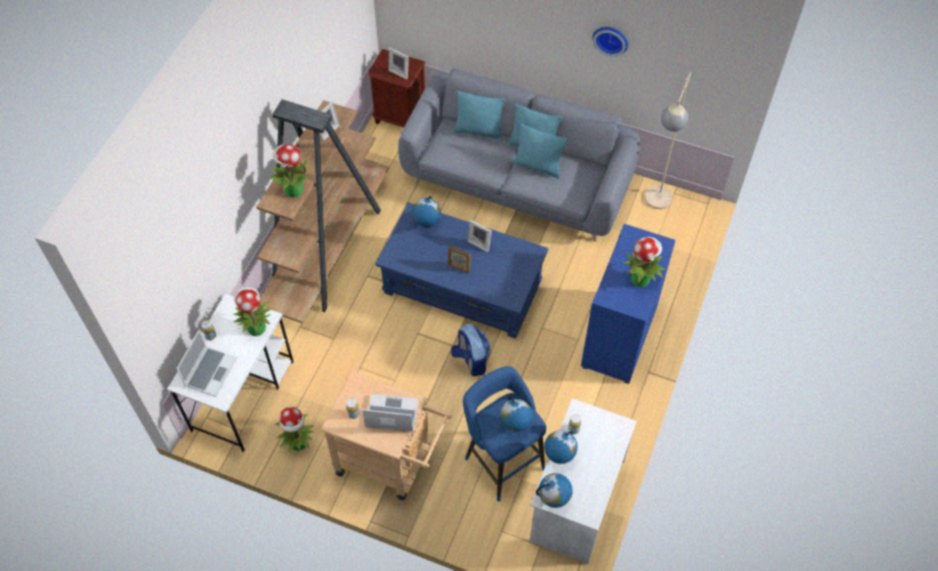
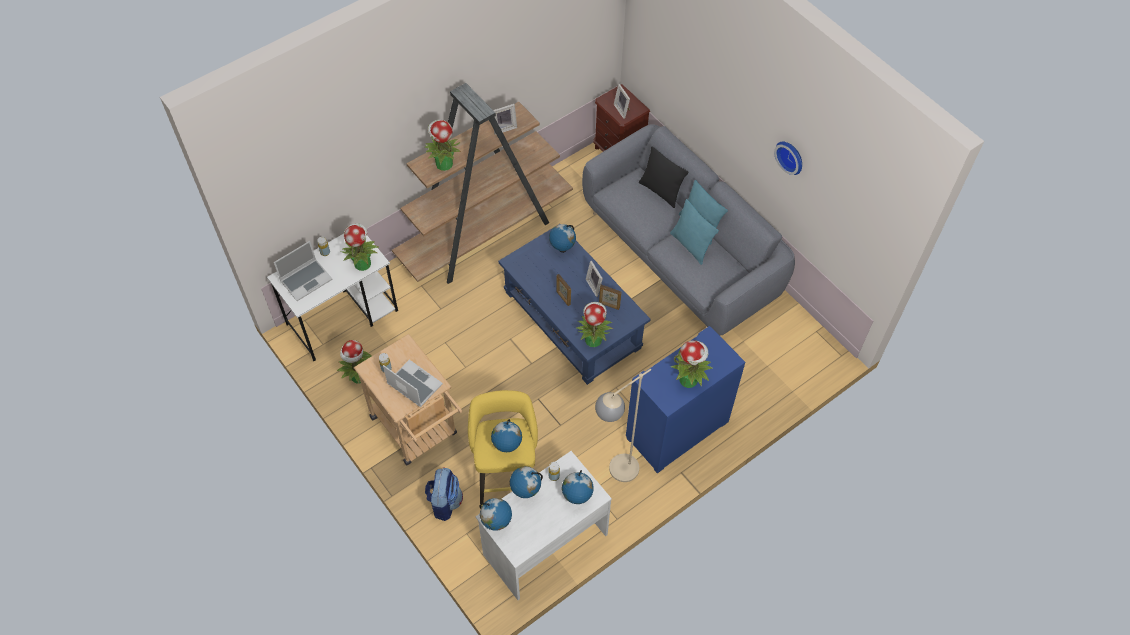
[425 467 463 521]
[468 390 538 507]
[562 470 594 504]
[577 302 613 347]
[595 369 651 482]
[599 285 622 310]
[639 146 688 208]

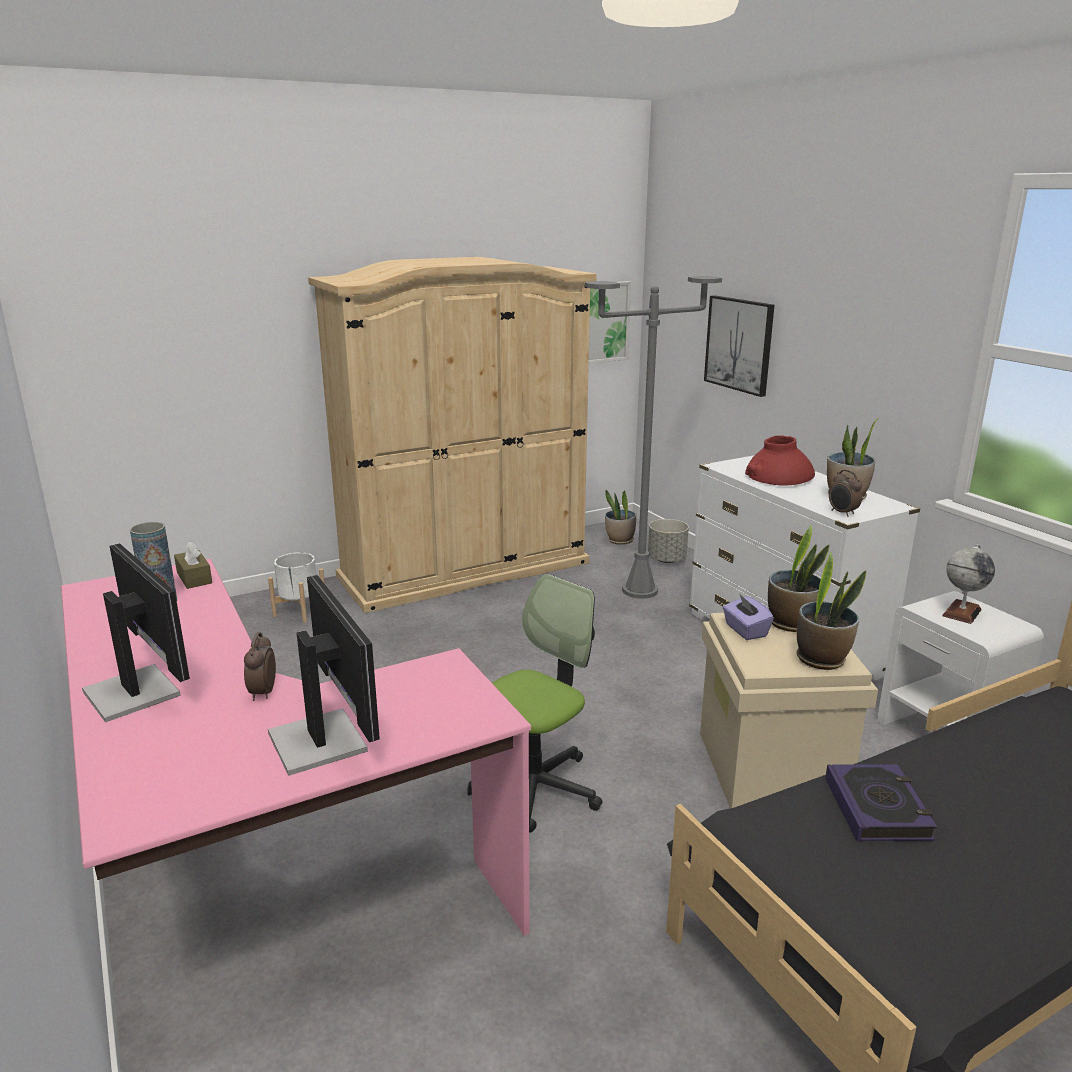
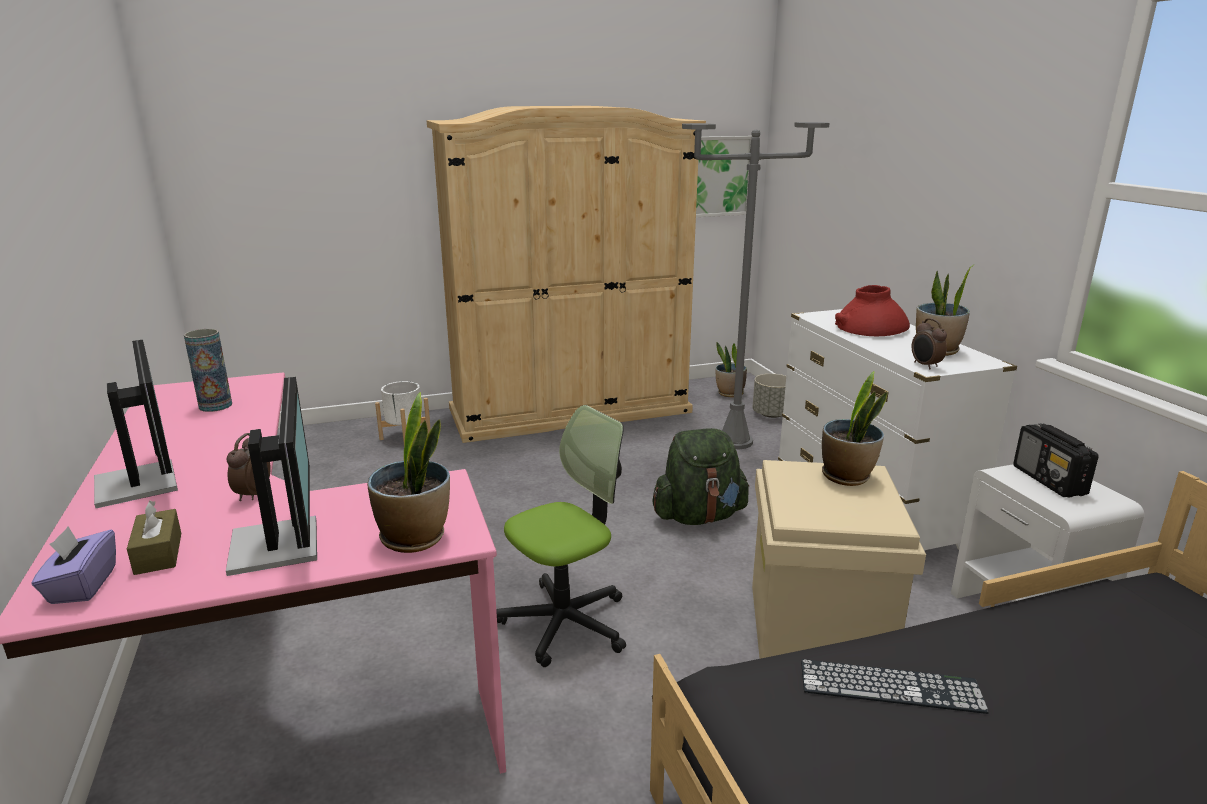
[32 527 116 604]
[127 501 181 575]
[367 392 450 553]
[652 428 749 525]
[801 659 989 714]
[1013 424 1099 498]
[704 295 774 397] (first image)

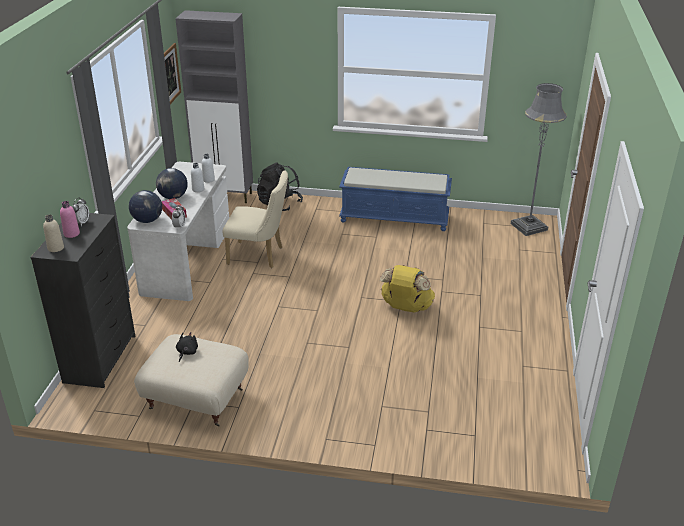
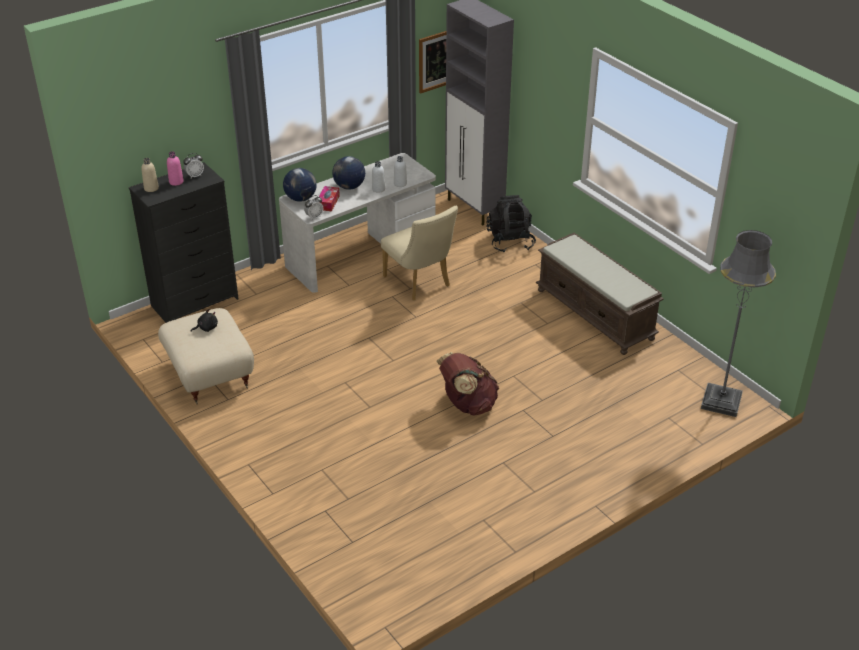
[437 352 499 415]
[536 233 664 355]

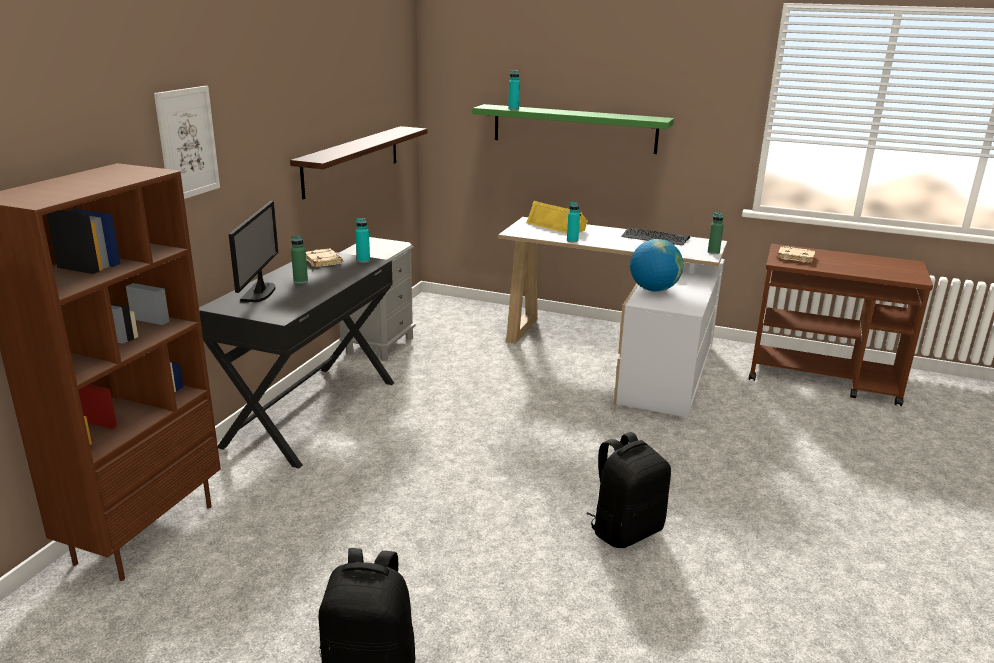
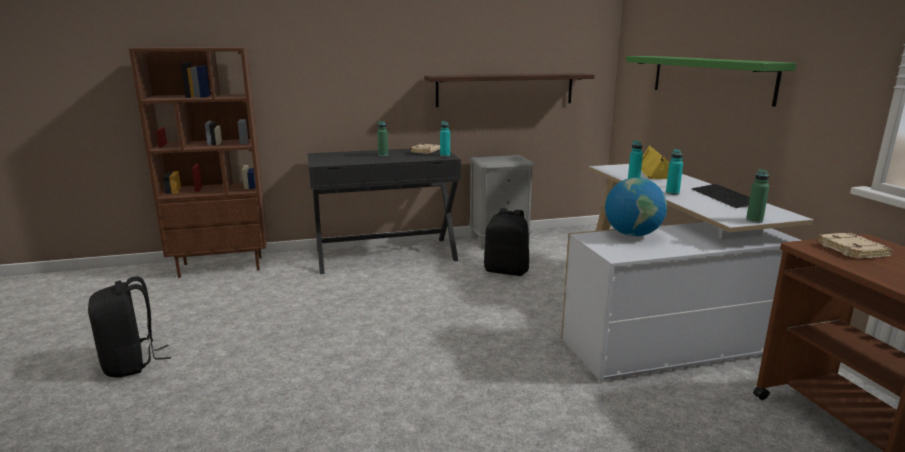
[484 208 529 276]
[666 149 683 195]
[154 86 220 199] (first image)
[229 201 278 302] (first image)

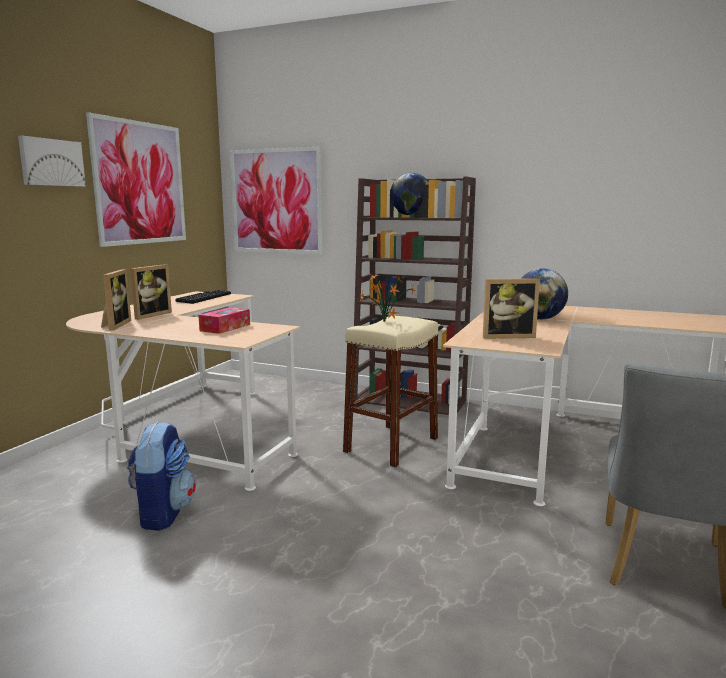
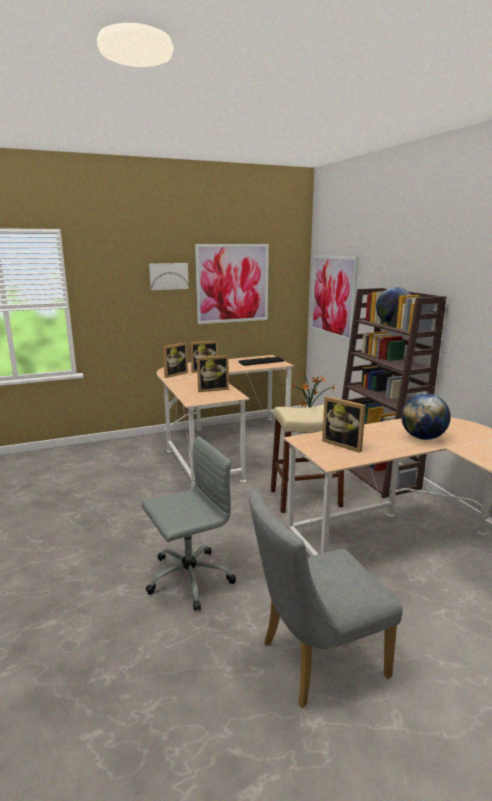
[142 436 236 611]
[197 355 229 392]
[127 421 196 531] (first image)

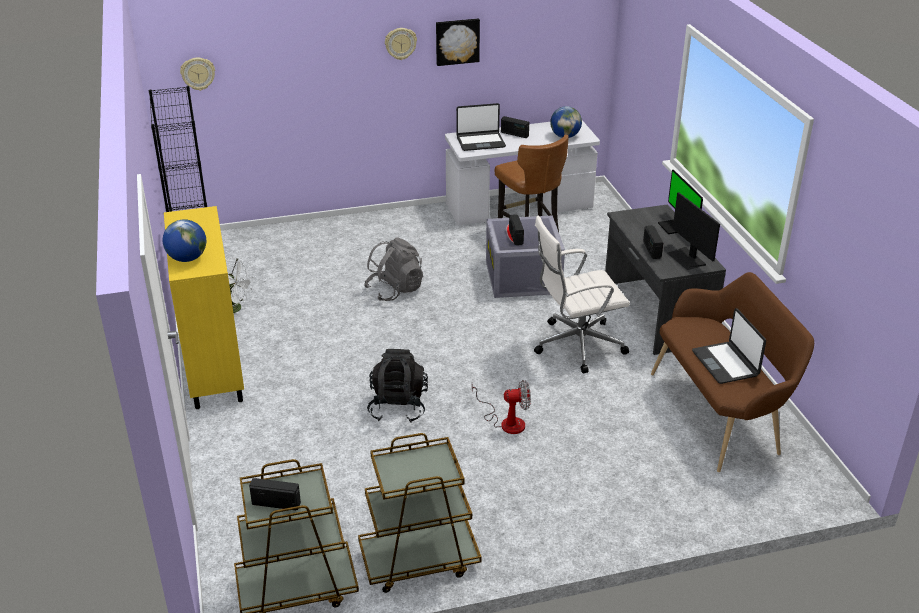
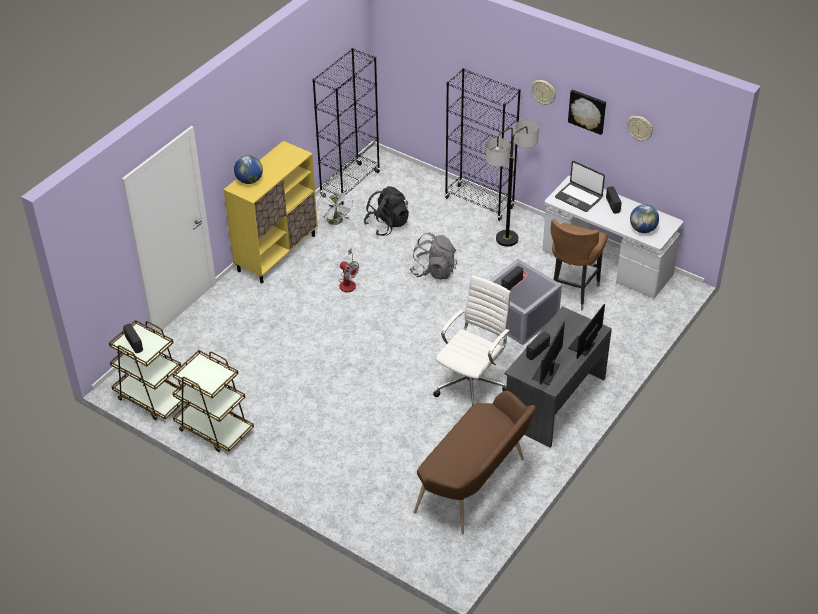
[339 249 359 292]
[364 186 409 236]
[433 275 511 406]
[445 68 521 221]
[485 119 539 247]
[627 116 653 141]
[692 308 766 384] (first image)

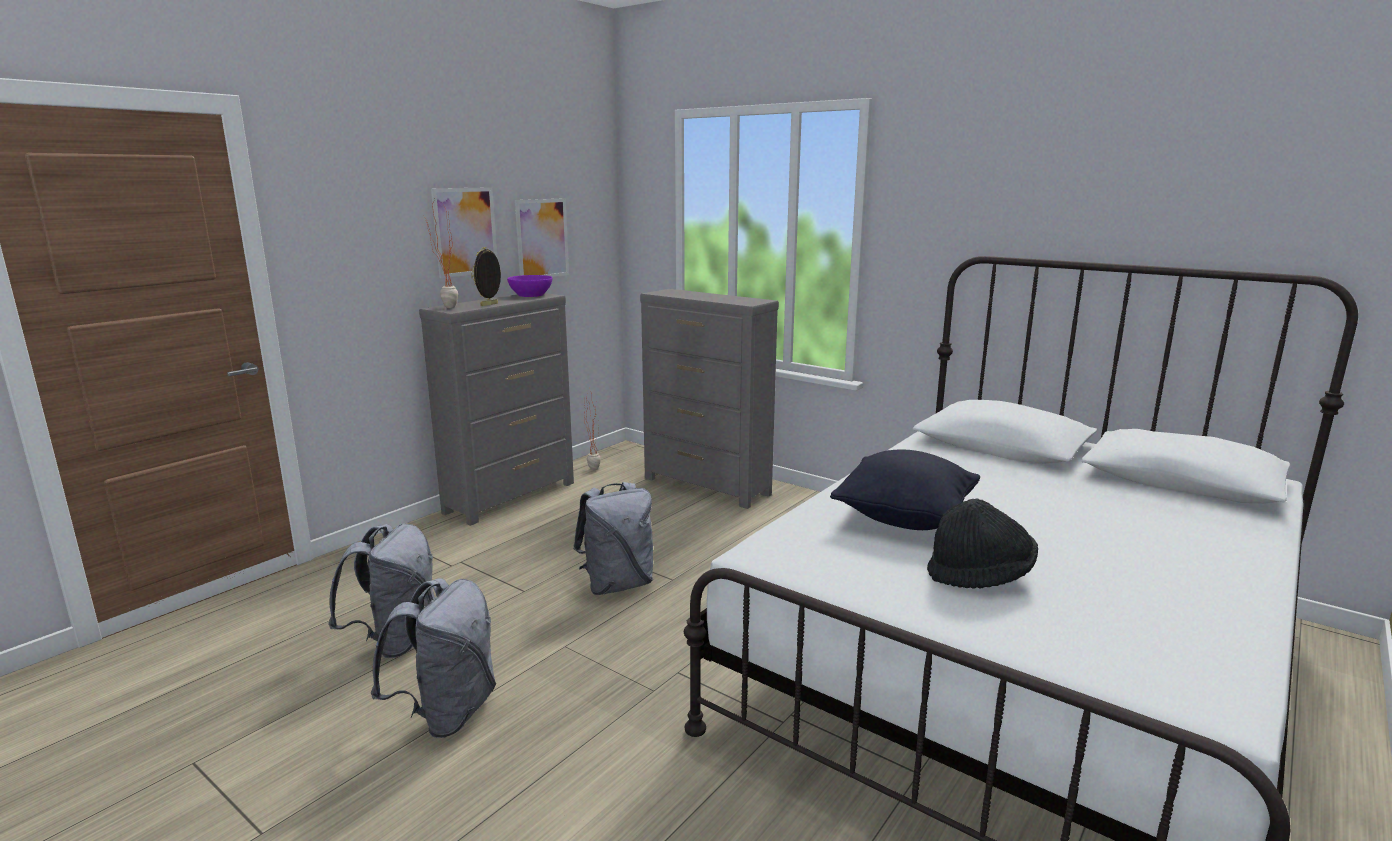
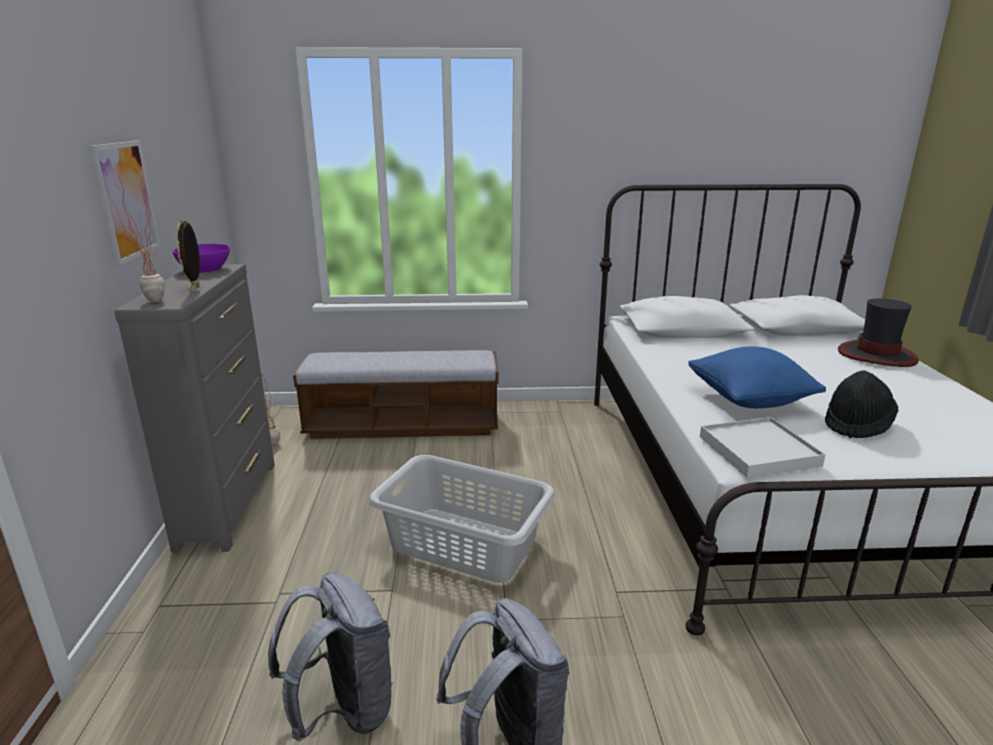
[293 350 498 439]
[369 455 555 583]
[688 346 826 408]
[700 417 826 478]
[838 298 919 367]
[515 198 569 277] (first image)

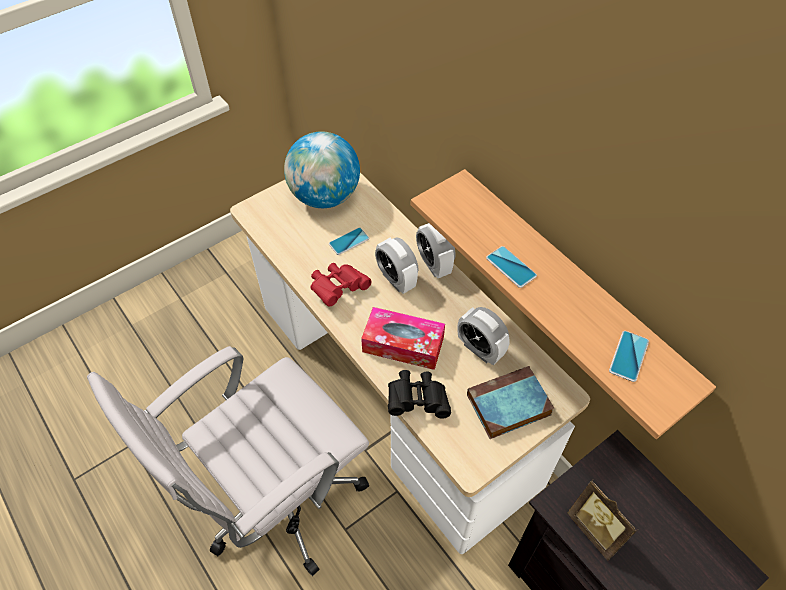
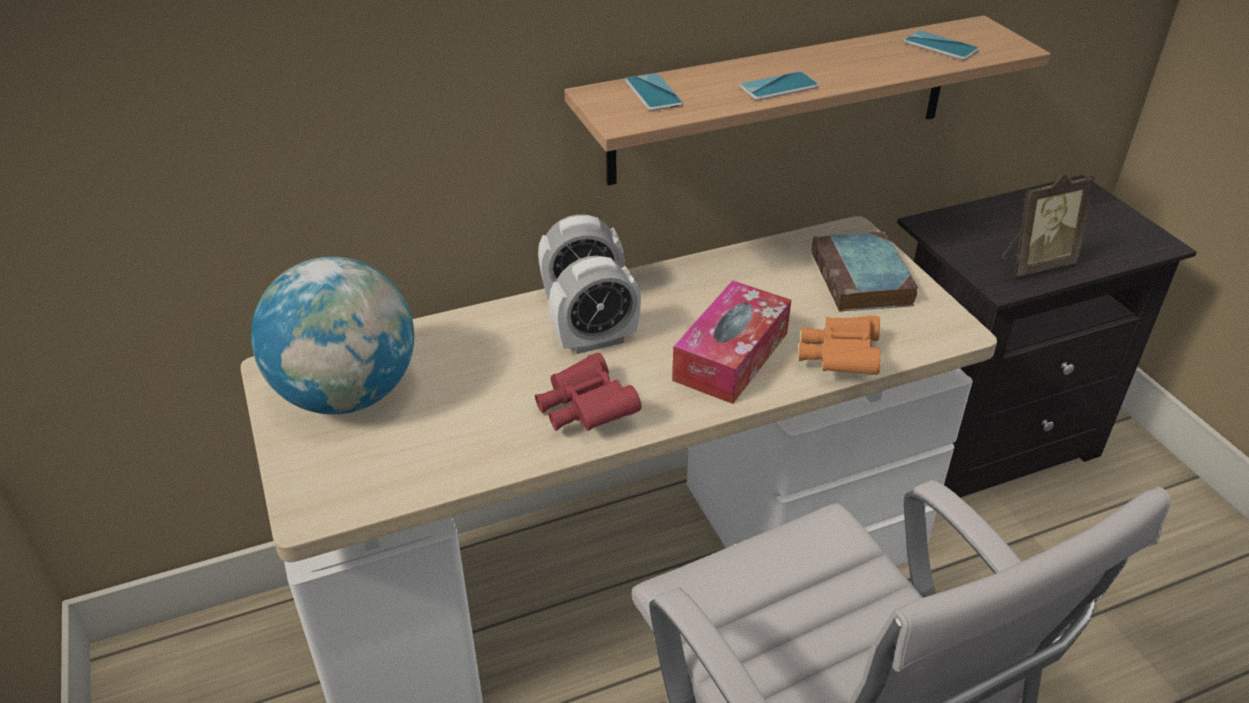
[625 73 683 111]
[799 315 880 375]
[458 307 510 365] (first image)

